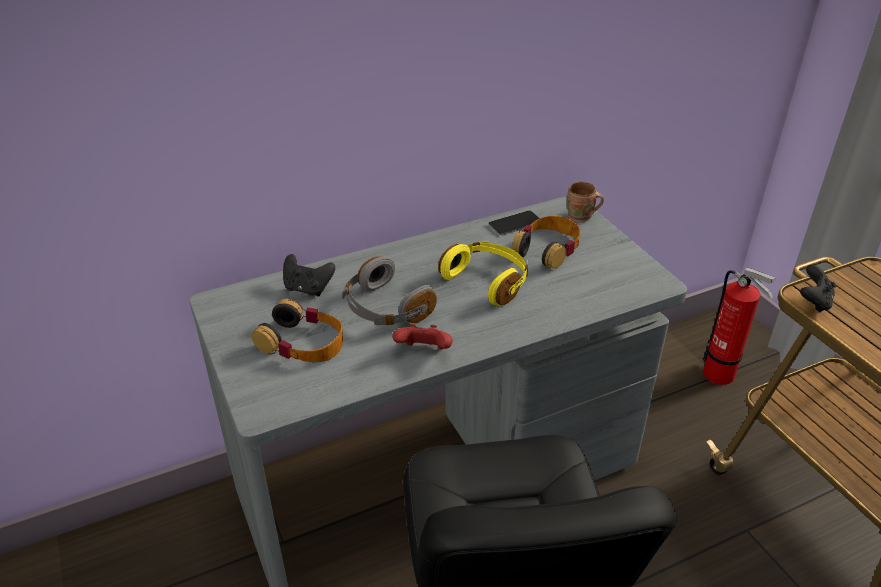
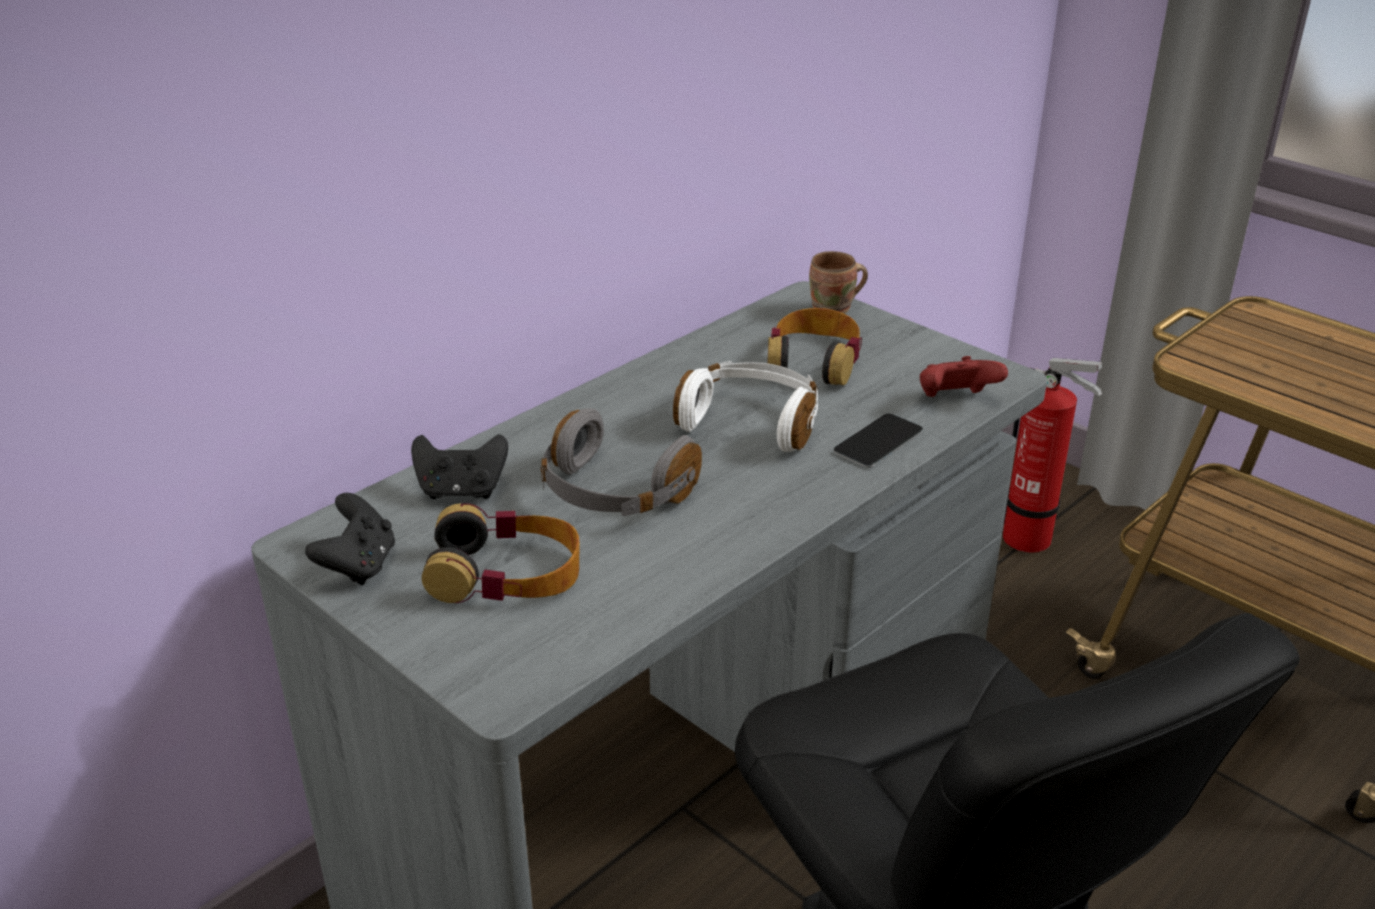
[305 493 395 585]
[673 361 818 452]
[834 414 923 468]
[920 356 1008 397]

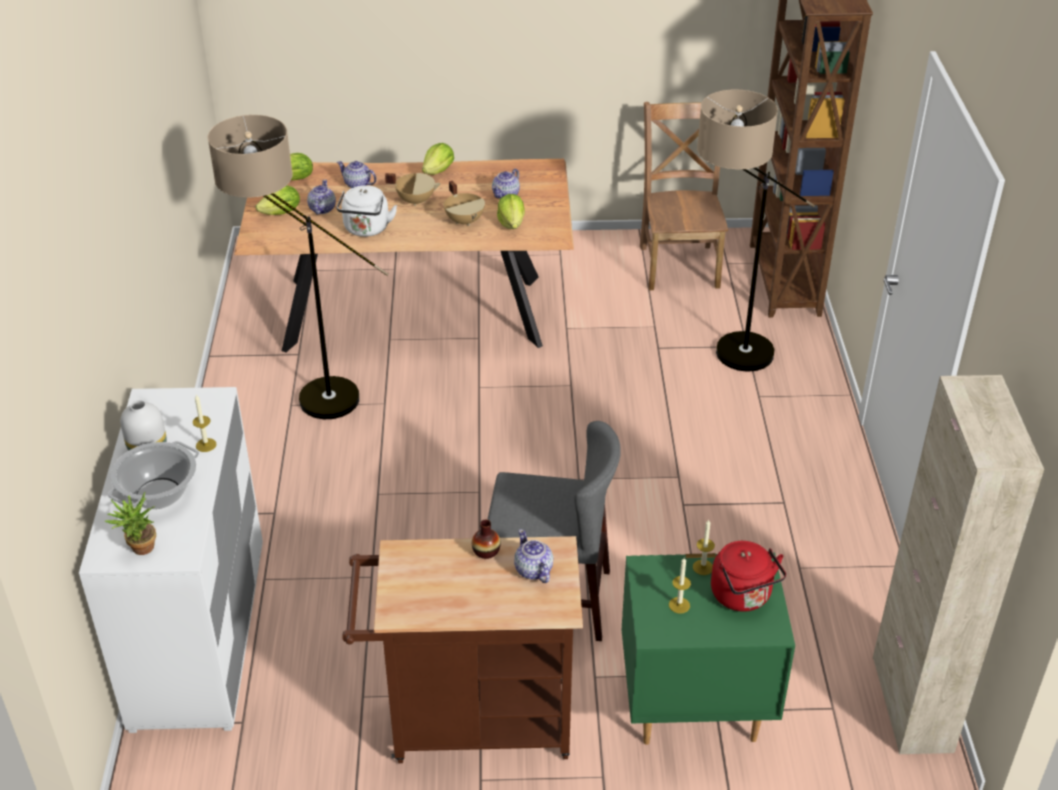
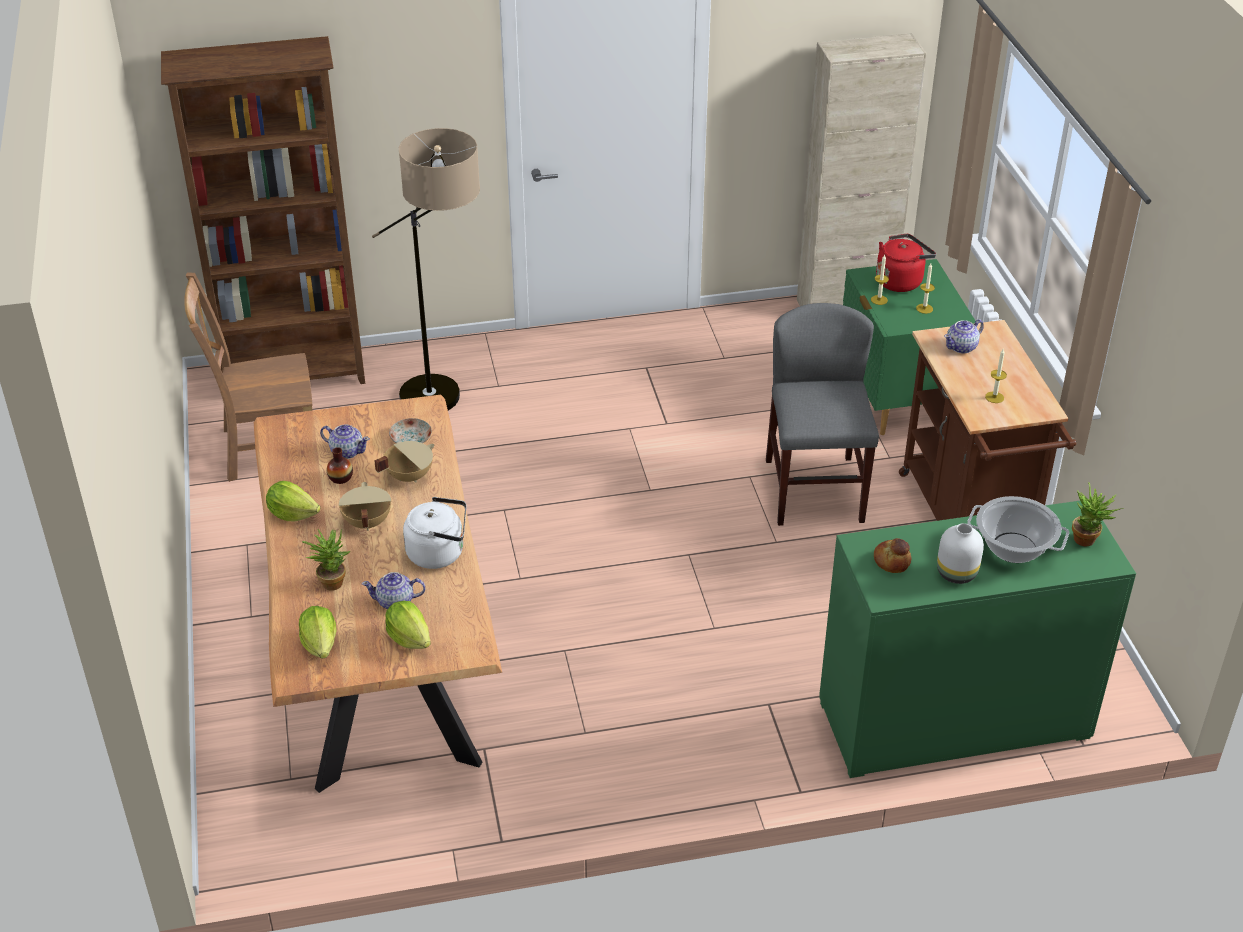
[302 529 350 591]
[327 447 353 484]
[389 418 432 443]
[819 501 1136 778]
[874 538 911 573]
[985 349 1007 403]
[207 115 388 419] (first image)

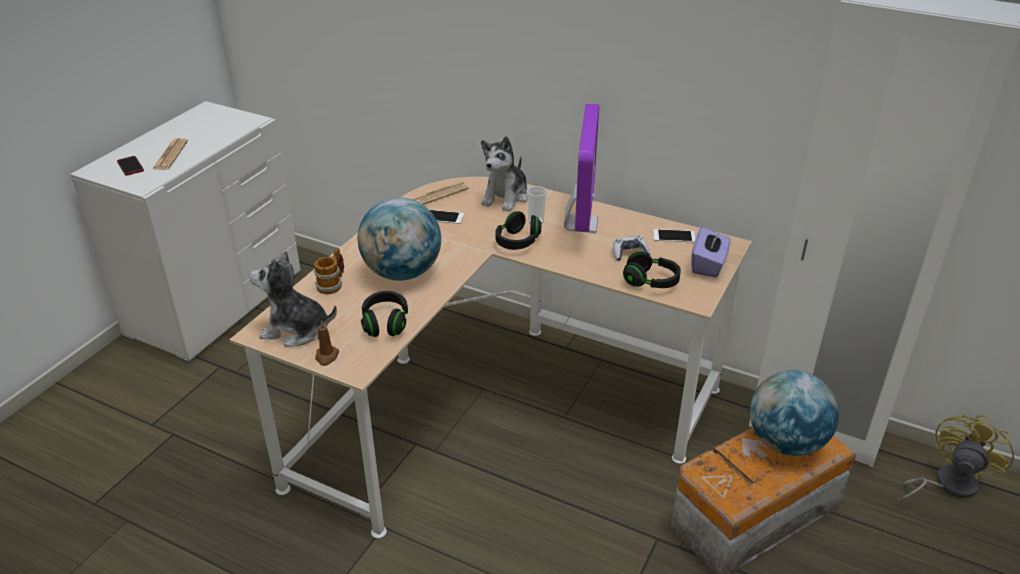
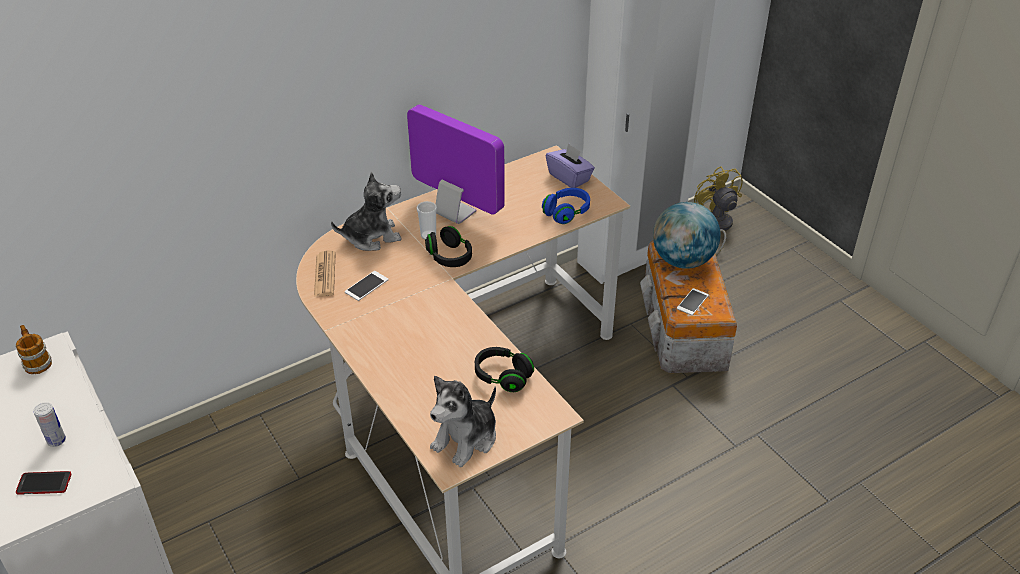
[16 325 52 374]
[33 402 66 447]
[331 172 401 251]
[542 188 590 224]
[677 288 709 315]
[315 320 339 366] (first image)
[358 197 441 281] (first image)
[613 236 651 261] (first image)

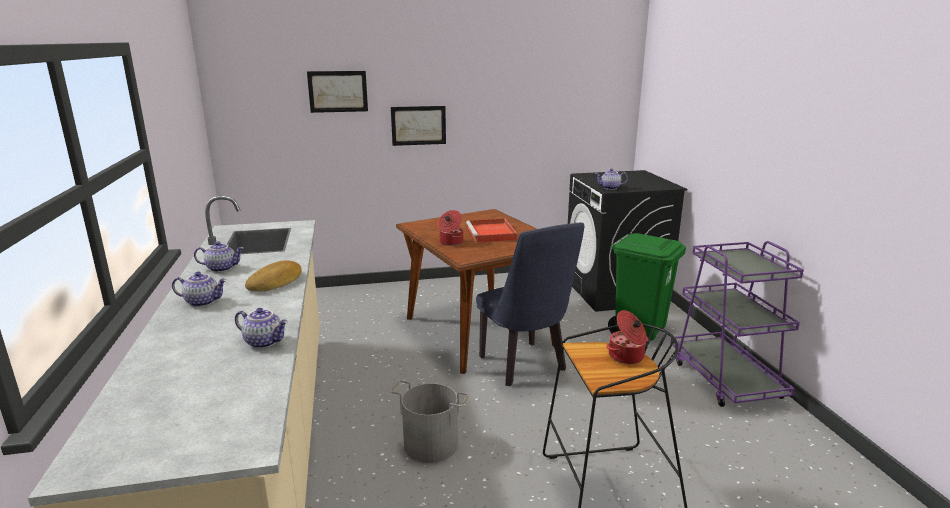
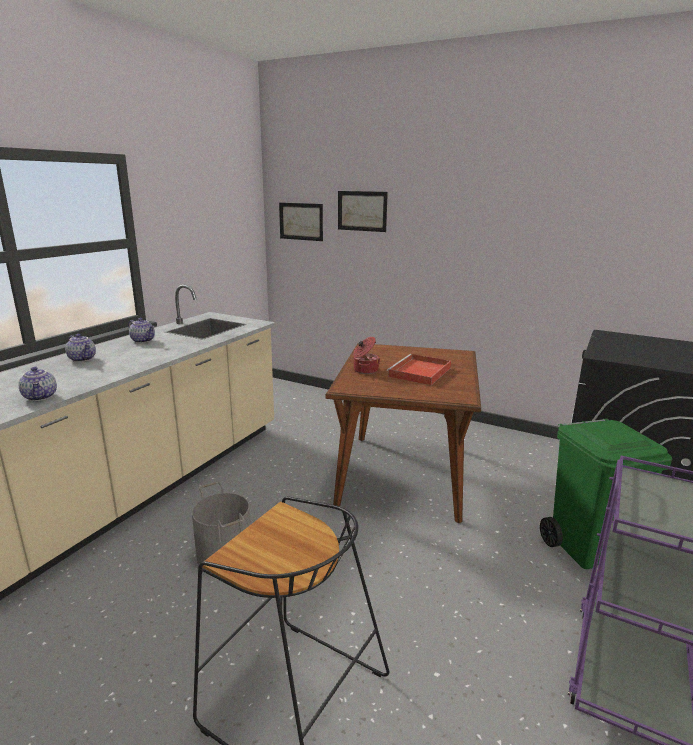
[279 203 323 241]
[245 260 301 292] (first image)
[476 223 584 386] (first image)
[595 168 628 190] (first image)
[606 310 649 364] (first image)

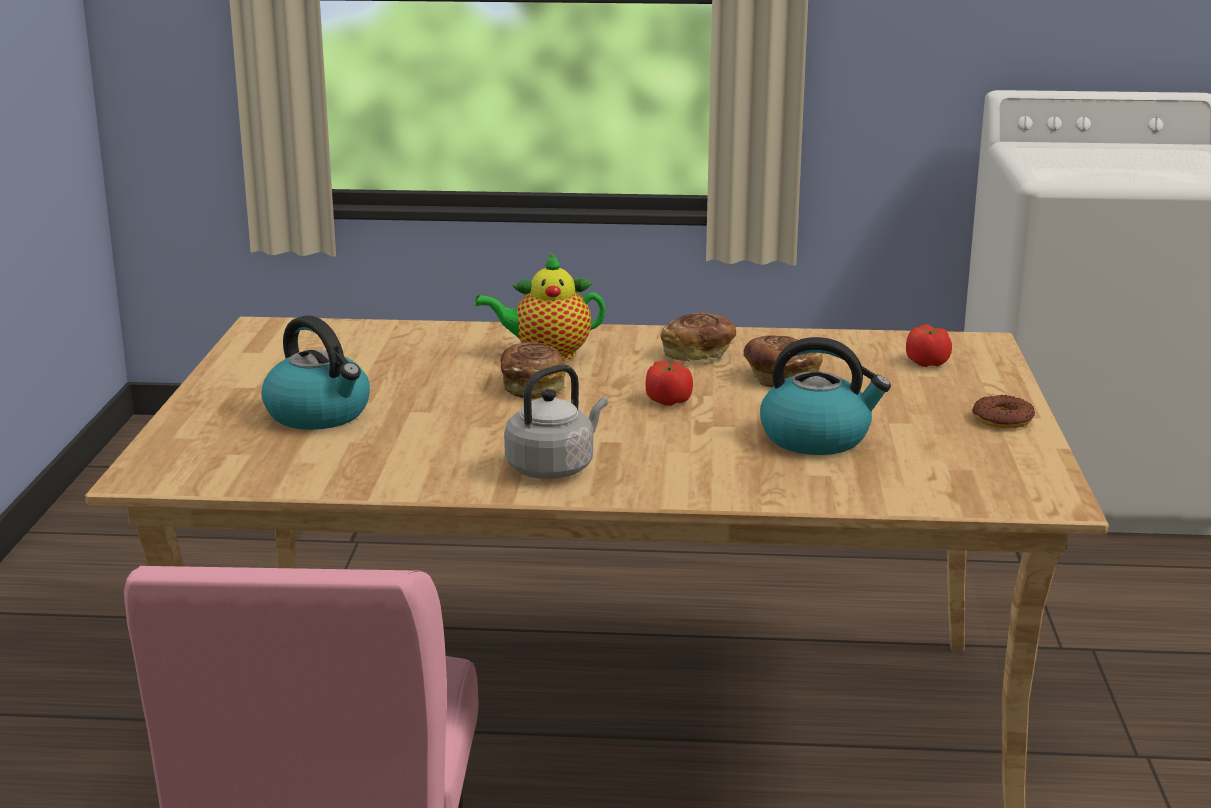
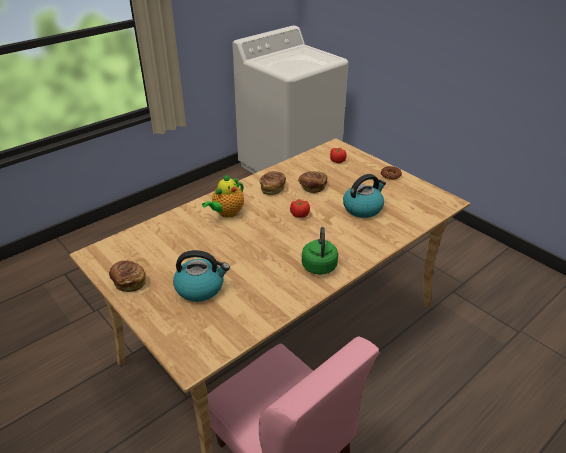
[109 261 146 292]
[302 227 338 275]

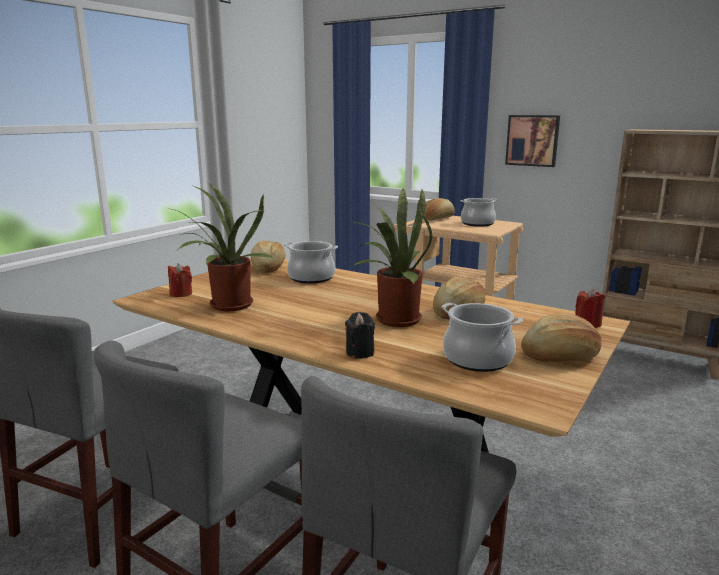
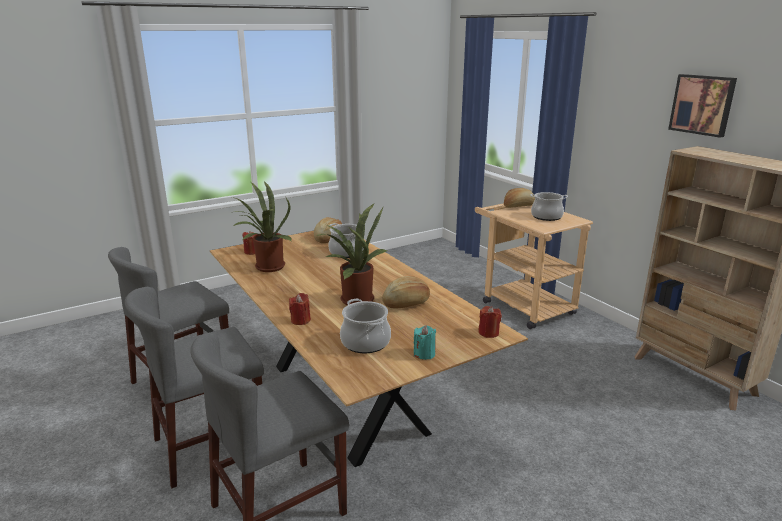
[289 293 311 325]
[414 325 436 360]
[668 74 737 138]

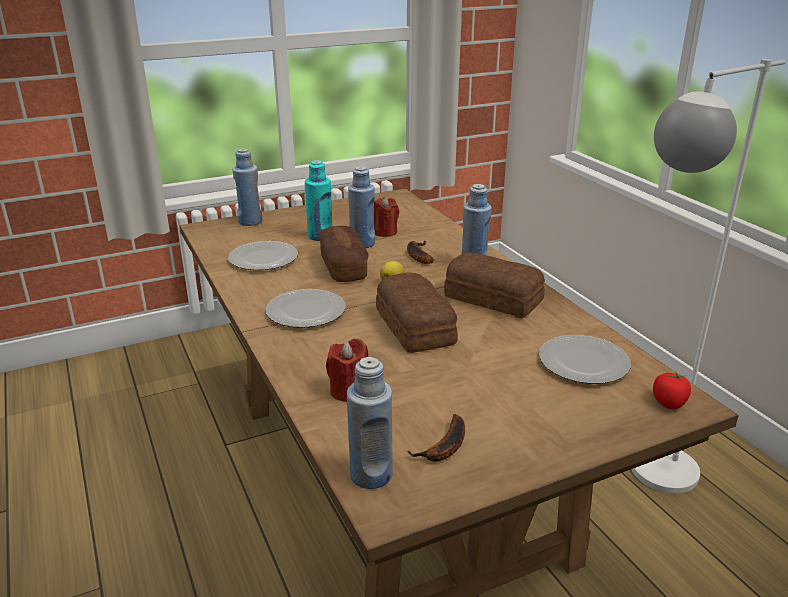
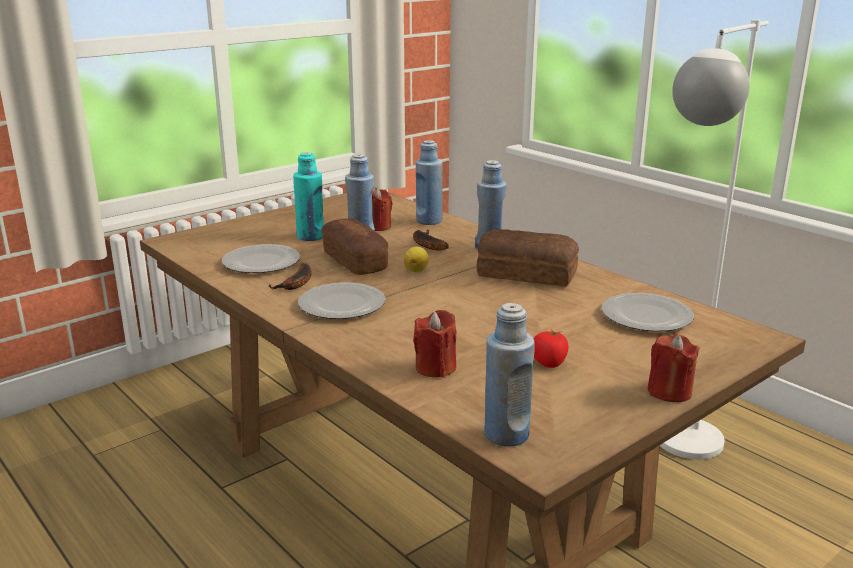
[268 263 312 290]
[416 140 443 225]
[534 329 568 368]
[647 334 700 402]
[376 273 458 353] (first image)

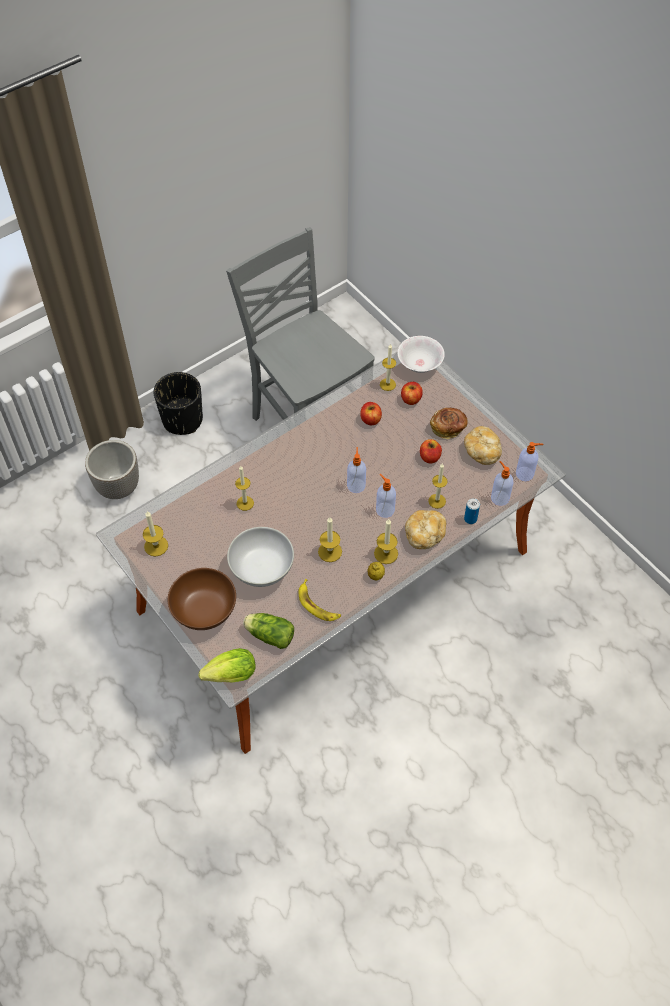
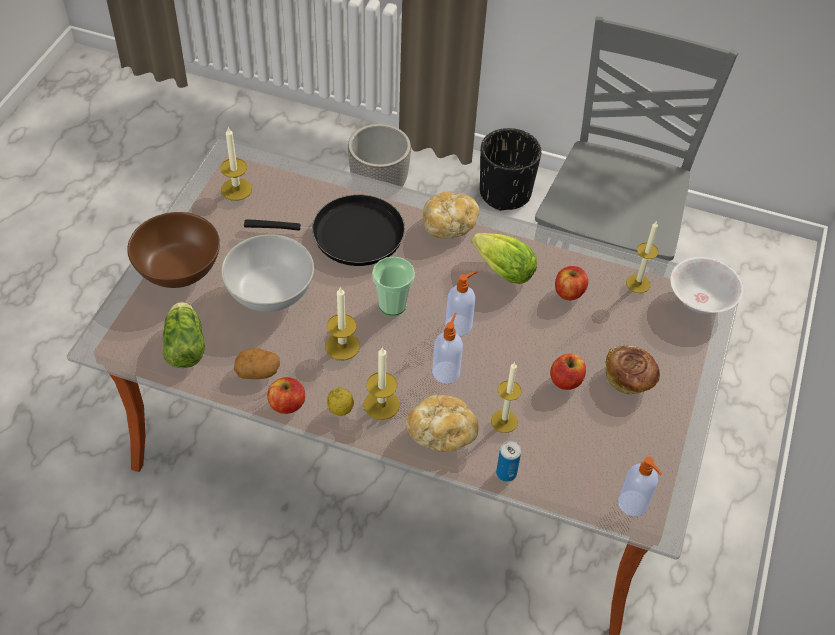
[234 348 280 379]
[244 195 405 266]
[267 377 305 414]
[372 257 415 316]
[423 192 480 239]
[472 233 537 284]
[491 461 513 506] (first image)

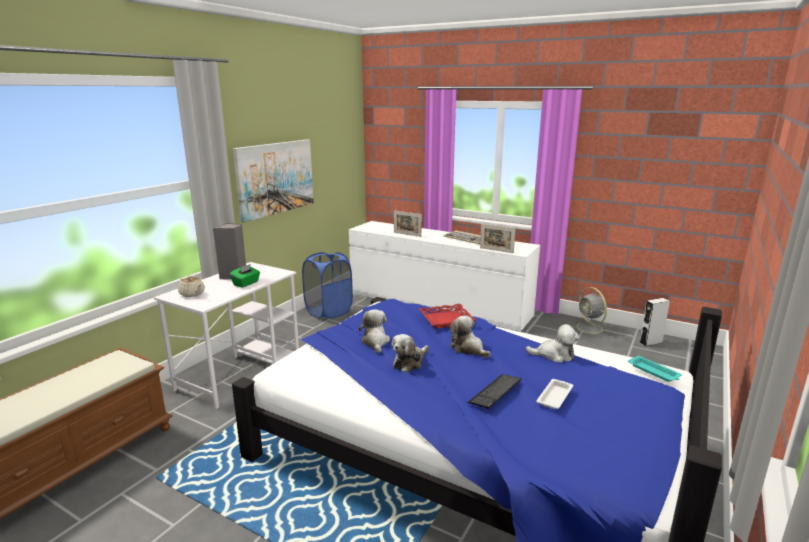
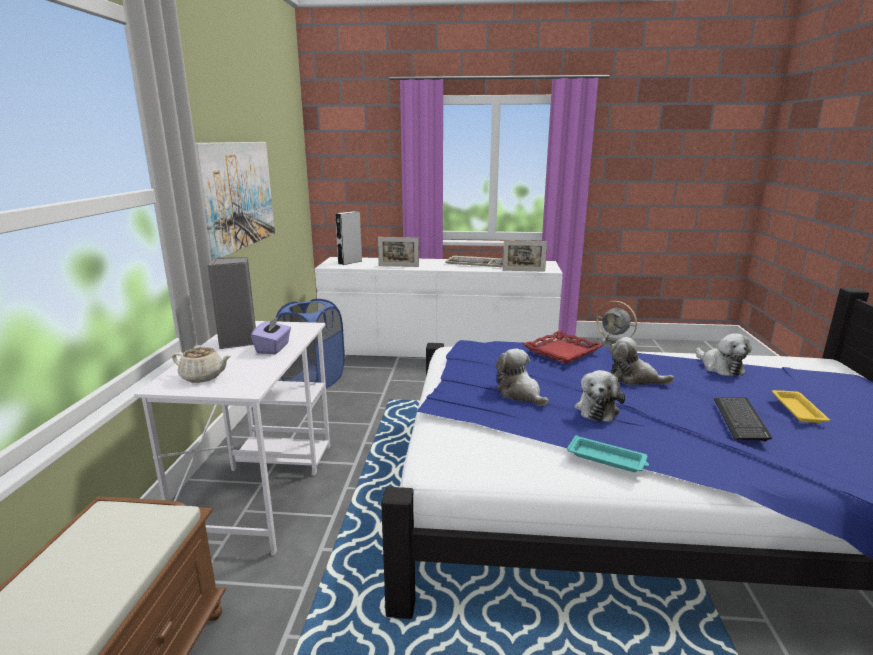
[251 317 291 354]
[335 211 362 265]
[567 435 649 472]
[696 333 752 376]
[772 390 830 423]

